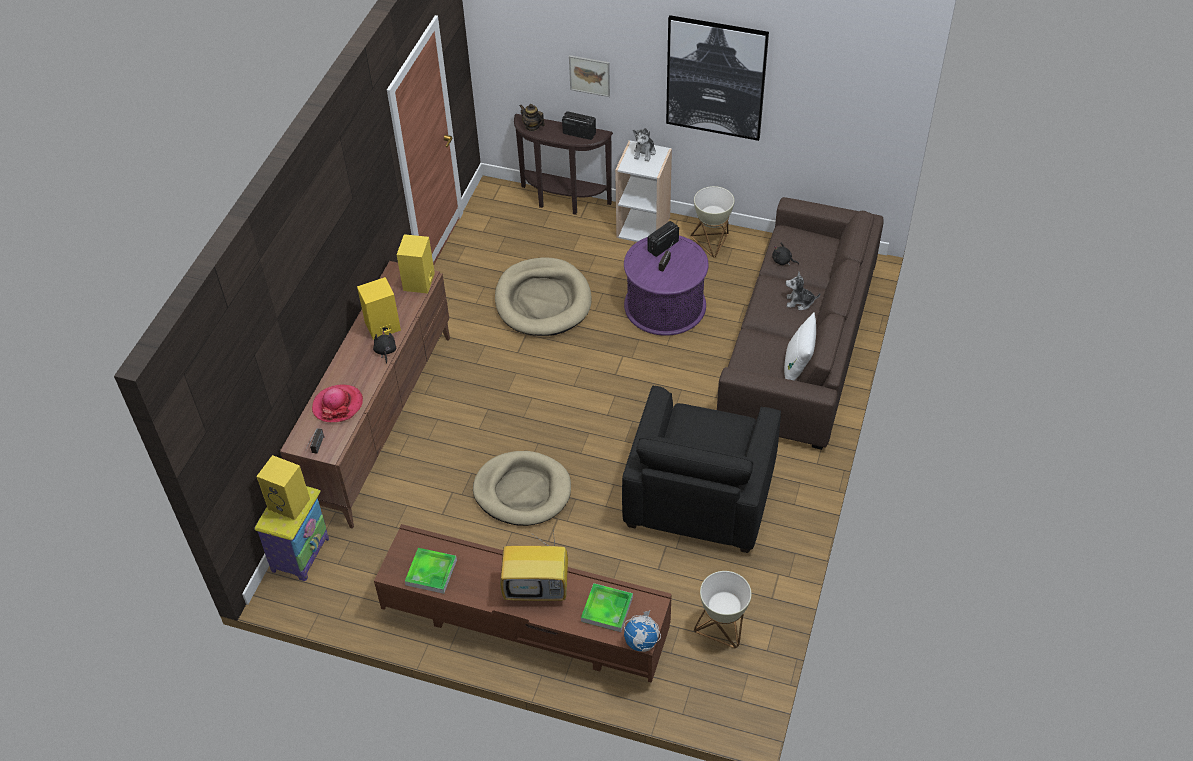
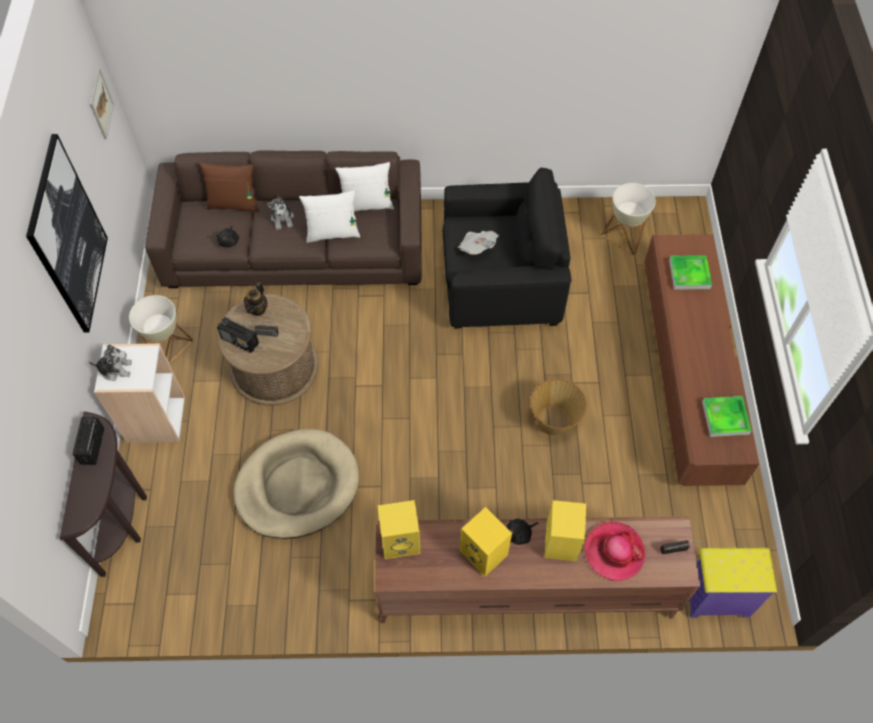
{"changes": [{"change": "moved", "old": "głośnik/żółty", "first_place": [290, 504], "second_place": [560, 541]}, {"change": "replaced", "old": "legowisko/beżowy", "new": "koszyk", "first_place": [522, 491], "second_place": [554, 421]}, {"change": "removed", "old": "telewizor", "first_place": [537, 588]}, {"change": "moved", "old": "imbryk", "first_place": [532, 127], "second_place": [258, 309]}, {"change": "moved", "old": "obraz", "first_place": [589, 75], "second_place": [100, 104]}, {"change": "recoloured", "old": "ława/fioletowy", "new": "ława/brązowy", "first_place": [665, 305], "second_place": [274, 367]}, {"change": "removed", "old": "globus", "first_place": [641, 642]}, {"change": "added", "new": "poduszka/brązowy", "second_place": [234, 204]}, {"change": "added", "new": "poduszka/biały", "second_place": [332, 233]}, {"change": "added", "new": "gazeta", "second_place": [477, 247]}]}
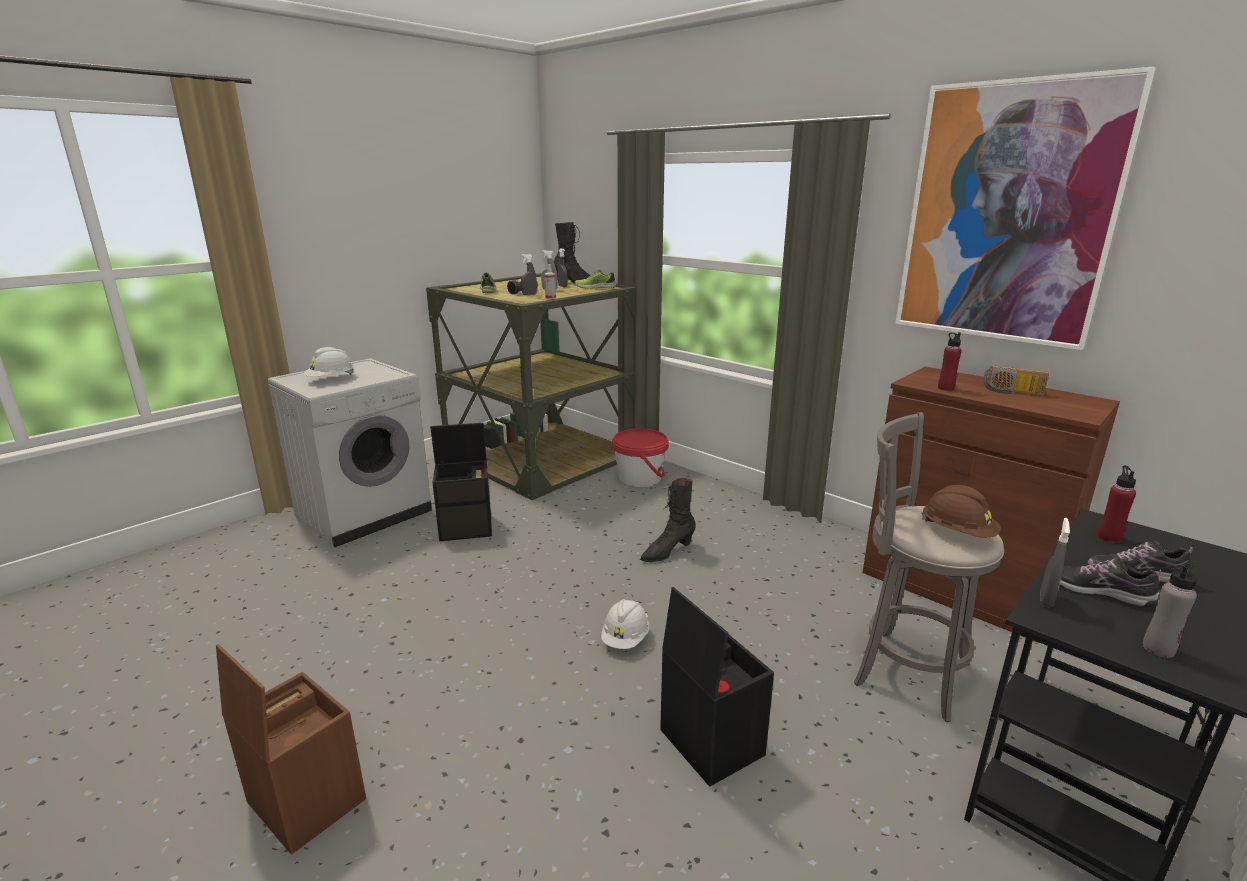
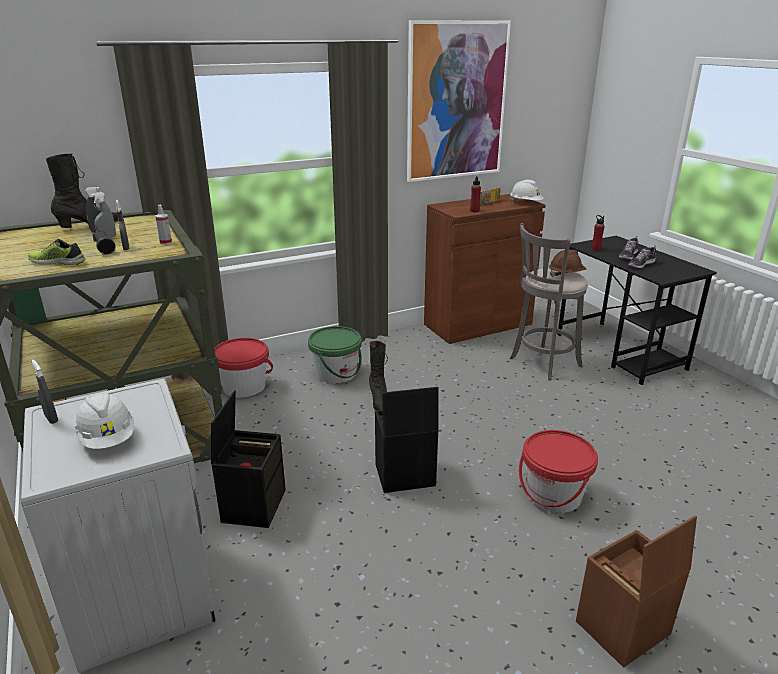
{"changes": [{"change": "removed", "old": "but", "first_place": [595, 287]}, {"change": "moved", "old": "kask/biały", "first_place": [625, 639], "second_place": [526, 203]}, {"change": "moved", "old": "pojemnik do przechowywania/czarny", "first_place": [709, 742], "second_place": [404, 476]}, {"change": "moved", "old": "spryskiwacz/szary", "first_place": [1046, 600], "second_place": [51, 418]}, {"change": "removed", "old": "butelka/szary", "first_place": [1158, 649]}, {"change": "added", "new": "wiadro/zielony", "second_place": [336, 373]}, {"change": "added", "new": "wiadro/czerwony", "second_place": [553, 494]}]}
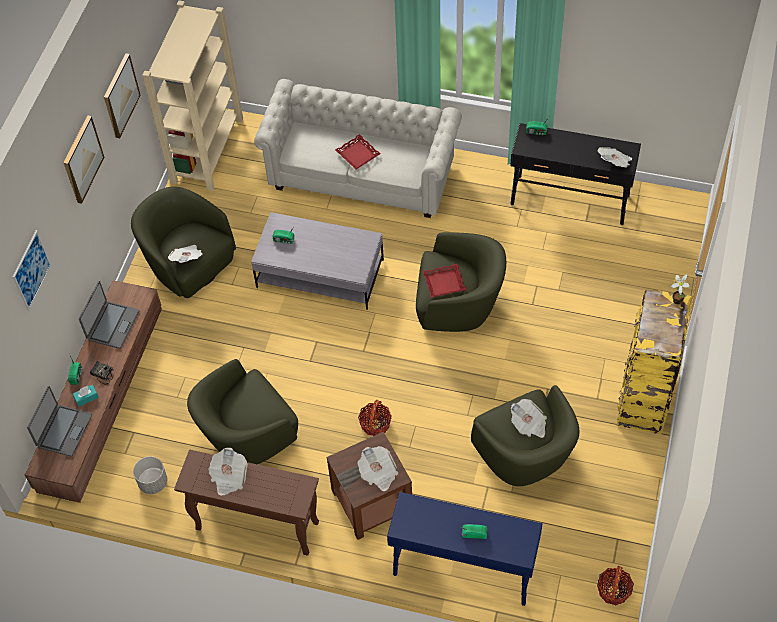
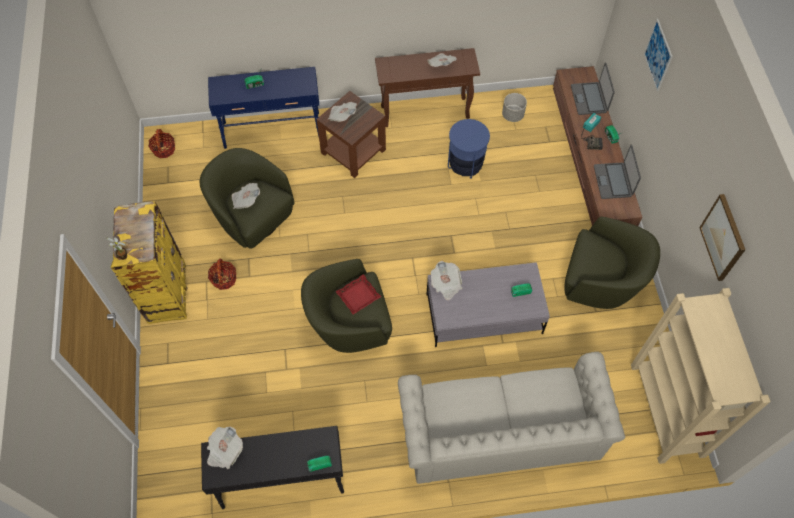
{"changes": [{"change": "removed", "old": "obraz", "first_place": [82, 159]}, {"change": "moved", "old": "gazeta", "first_place": [187, 259], "second_place": [446, 284]}, {"change": "replaced", "old": "fotel/zielony", "new": "stolik/niebieski", "first_place": [247, 436], "second_place": [465, 165]}, {"change": "removed", "old": "taca/czerwony", "first_place": [358, 154]}, {"change": "moved", "old": "koszyk", "first_place": [375, 424], "second_place": [224, 279]}]}
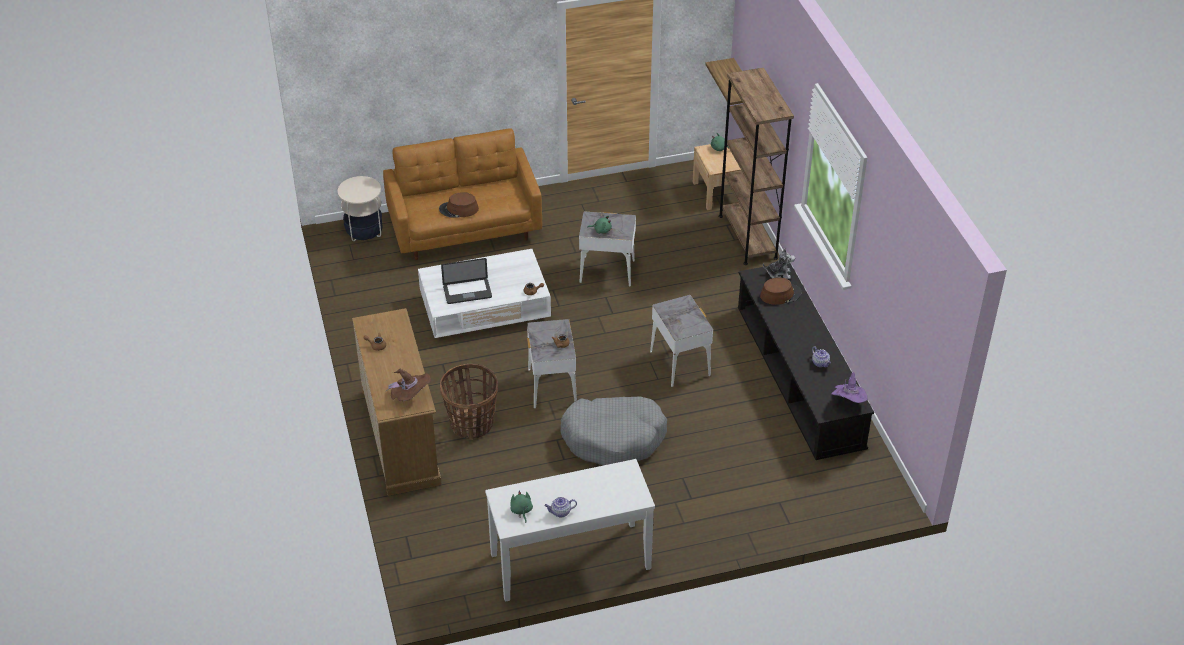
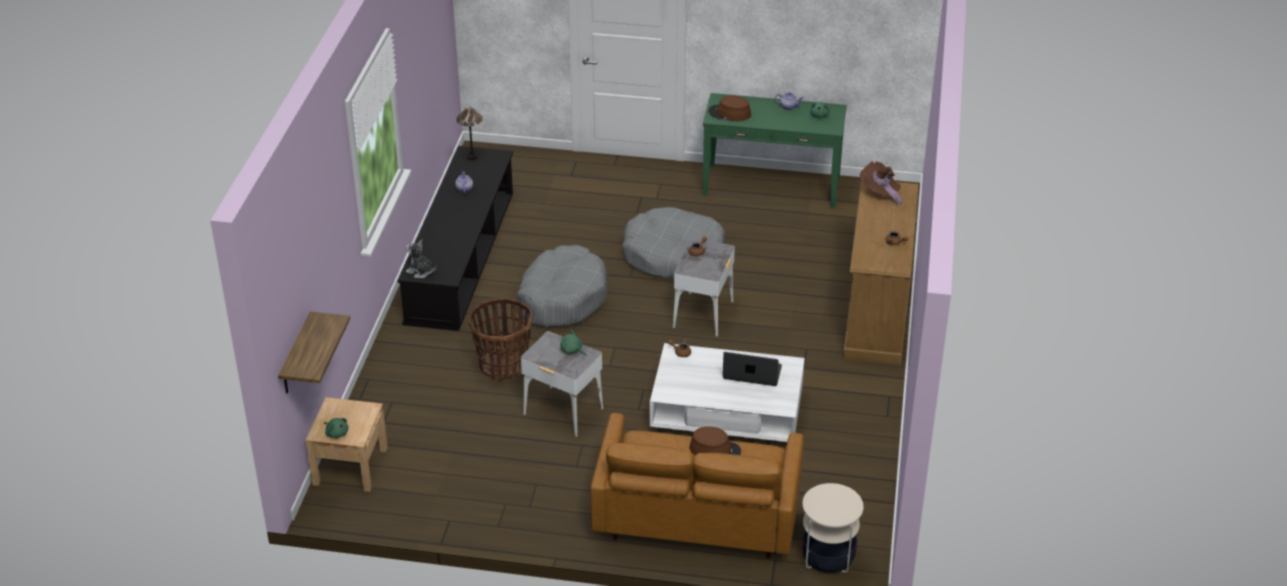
{"changes": [{"change": "moved", "old": "koszyk", "first_place": [472, 424], "second_place": [503, 365]}, {"change": "recoloured", "old": "stolik konsolowy/biały", "new": "stolik konsolowy/zielony", "first_place": [570, 561], "second_place": [771, 185]}, {"change": "replaced", "old": "stolik", "new": "legowisko/szary", "first_place": [680, 362], "second_place": [562, 298]}, {"change": "removed", "old": "regał/brązowy", "first_place": [747, 237]}, {"change": "moved", "old": "kapelusz/brązowy", "first_place": [780, 294], "second_place": [729, 113]}, {"change": "replaced", "old": "kapelusz/fioletowy", "new": "lampa stołowa", "first_place": [848, 402], "second_place": [472, 156]}]}
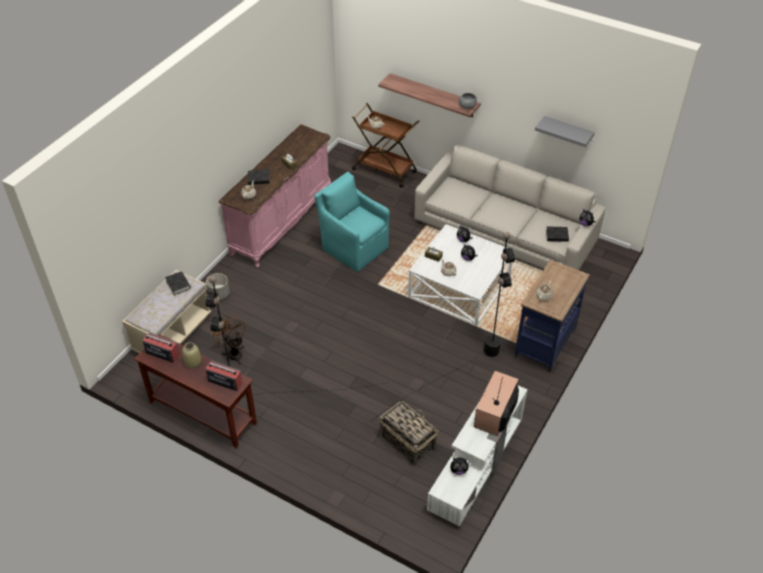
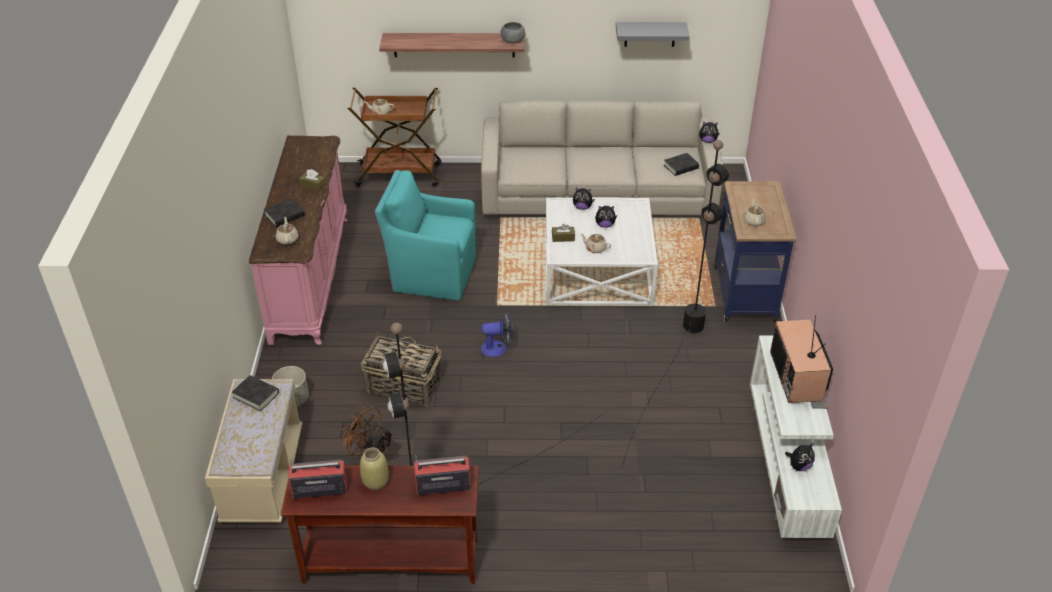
{"changes": [{"change": "moved", "old": "koszyk", "first_place": [407, 441], "second_place": [403, 385]}, {"change": "added", "new": "wentylator", "second_place": [498, 348]}]}
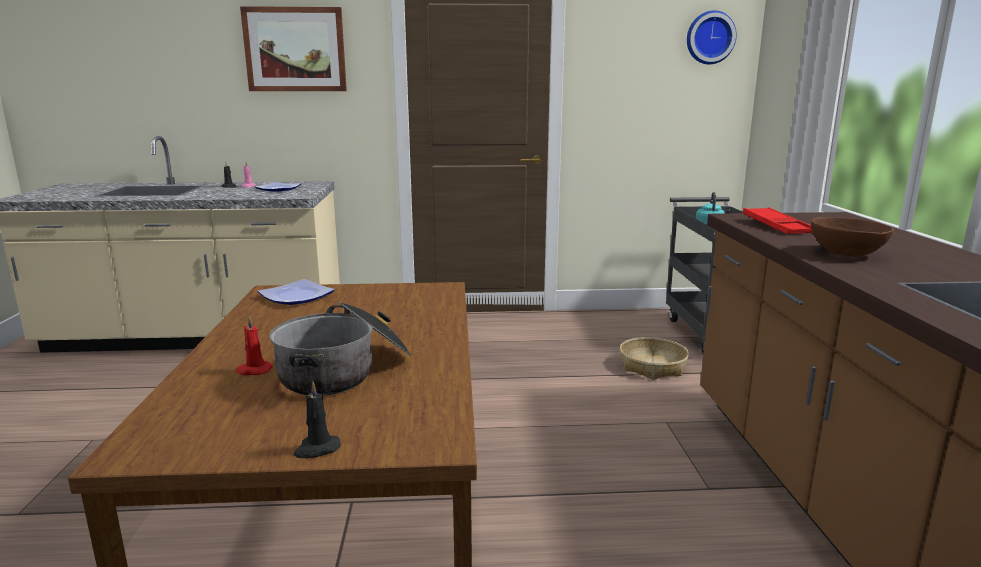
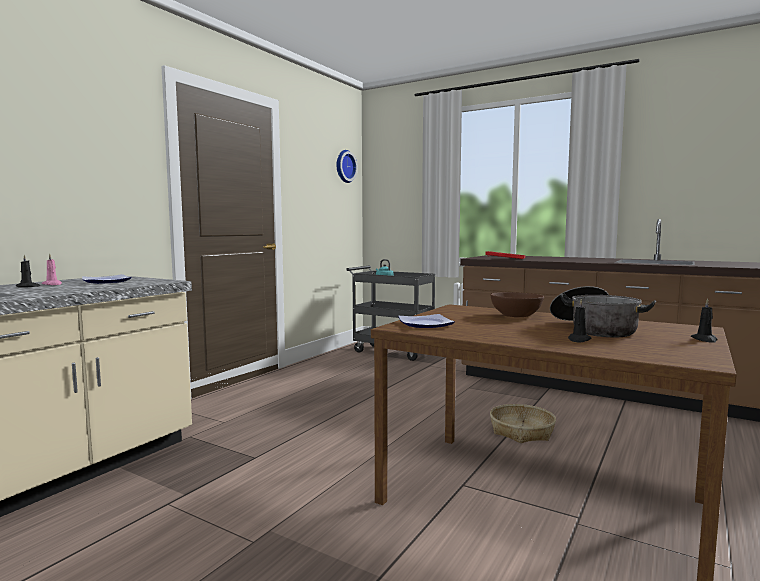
{"changes": [{"change": "recoloured", "old": "świeca/czerwony", "new": "świeca/czarny", "first_place": [253, 370], "second_place": [578, 340]}, {"change": "removed", "old": "obraz", "first_place": [295, 50]}, {"change": "moved", "old": "koszyk", "first_place": [652, 367], "second_place": [521, 432]}, {"change": "moved", "old": "miska/brązowy", "first_place": [846, 253], "second_place": [516, 316]}]}
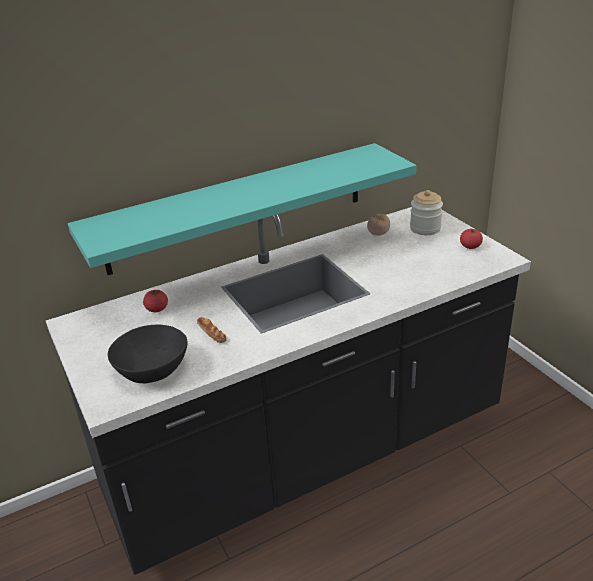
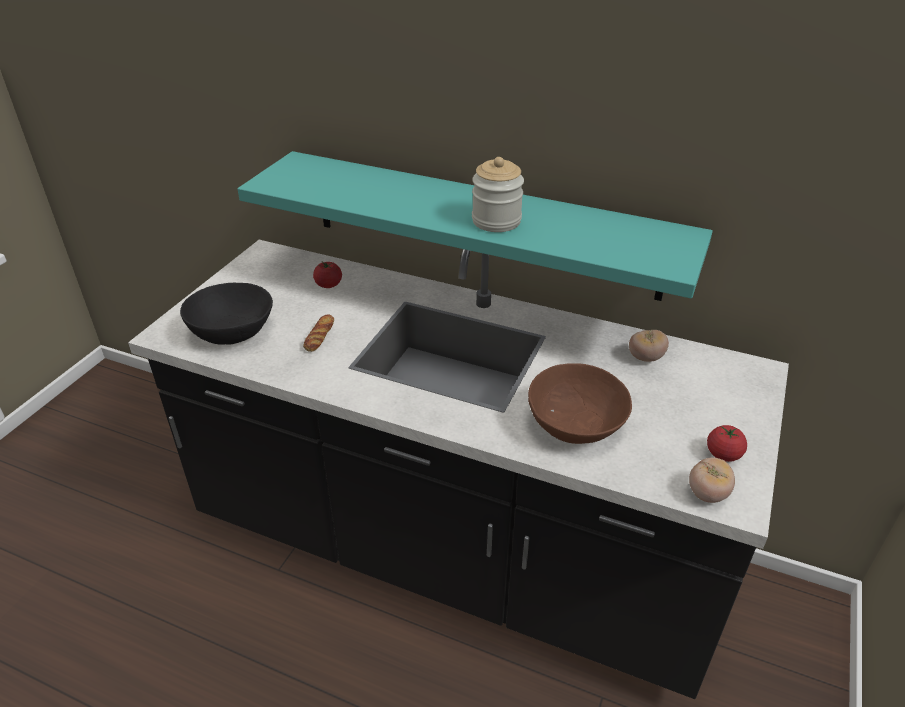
{"changes": [{"change": "moved", "old": "słoik", "first_place": [425, 228], "second_place": [496, 221]}, {"change": "added", "new": "miska/brązowy", "second_place": [576, 425]}, {"change": "added", "new": "pomidor", "second_place": [707, 493]}]}
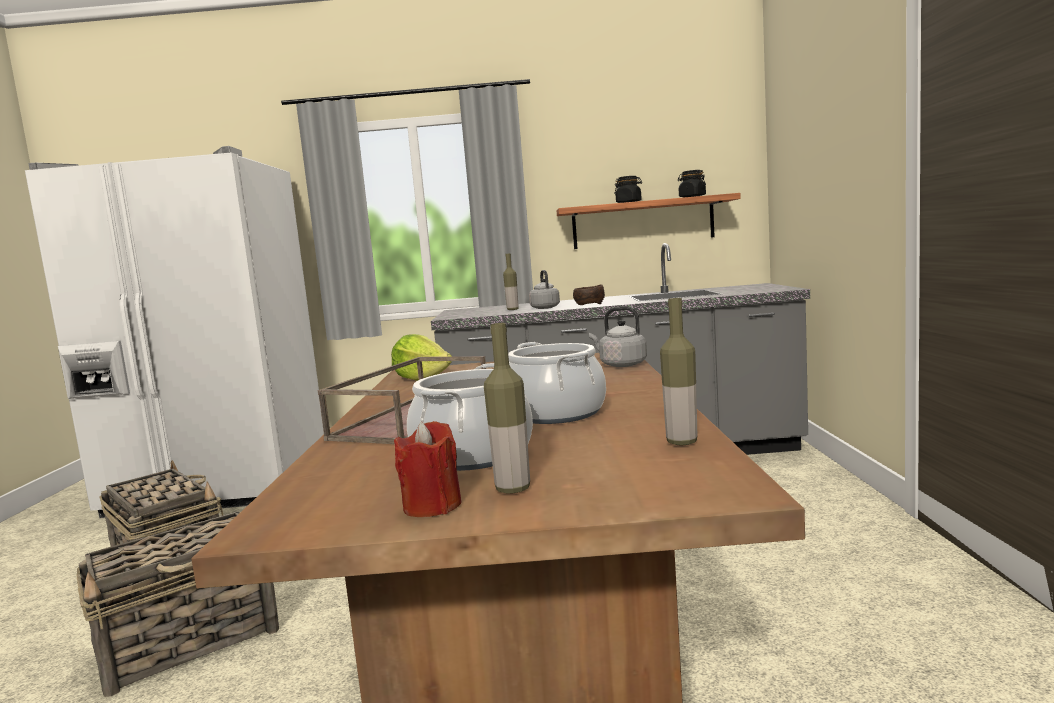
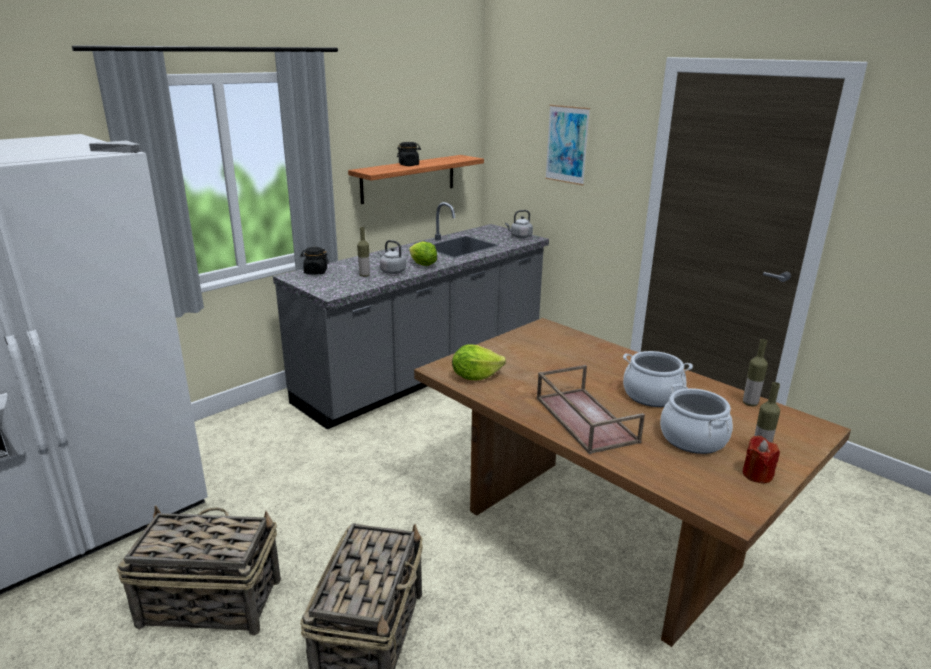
{"changes": [{"change": "replaced", "old": "miska/brązowy", "new": "sałata", "first_place": [588, 304], "second_place": [422, 265]}, {"change": "moved", "old": "czajnik/szary", "first_place": [620, 364], "second_place": [520, 237]}, {"change": "moved", "old": "słoik/czarny", "first_place": [692, 197], "second_place": [315, 272]}, {"change": "added", "new": "obraz", "second_place": [567, 144]}]}
